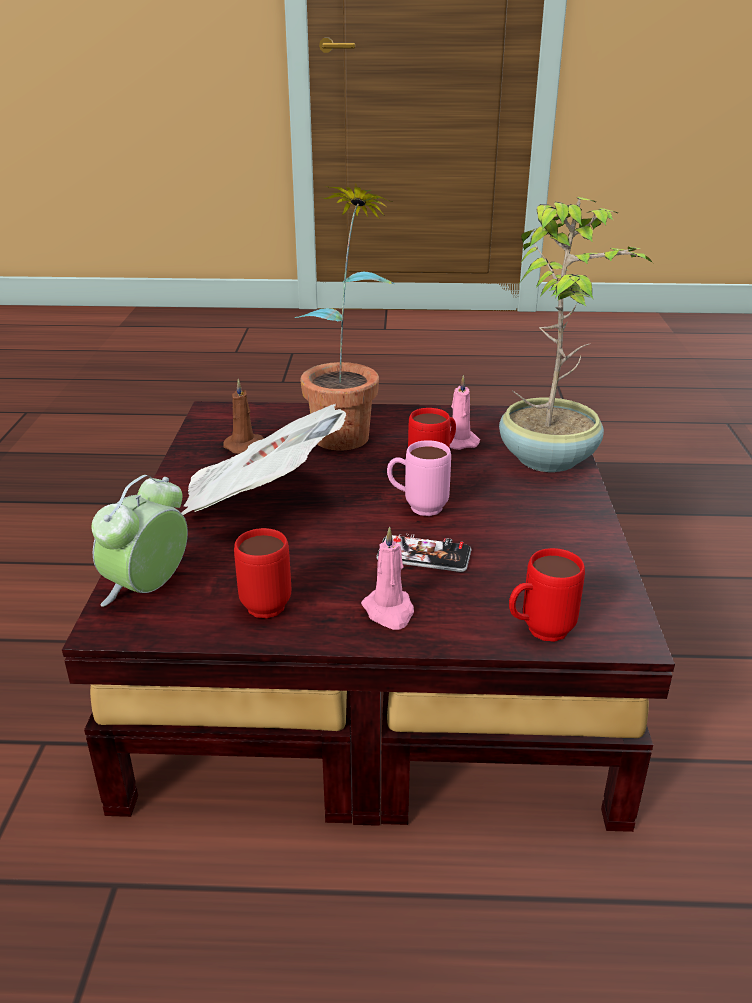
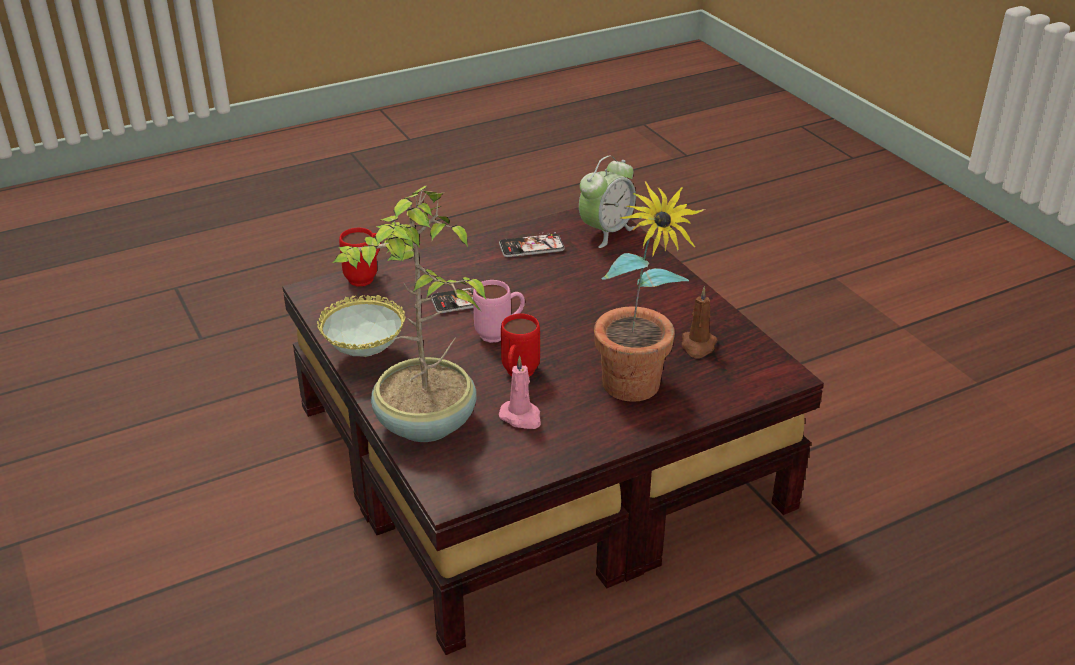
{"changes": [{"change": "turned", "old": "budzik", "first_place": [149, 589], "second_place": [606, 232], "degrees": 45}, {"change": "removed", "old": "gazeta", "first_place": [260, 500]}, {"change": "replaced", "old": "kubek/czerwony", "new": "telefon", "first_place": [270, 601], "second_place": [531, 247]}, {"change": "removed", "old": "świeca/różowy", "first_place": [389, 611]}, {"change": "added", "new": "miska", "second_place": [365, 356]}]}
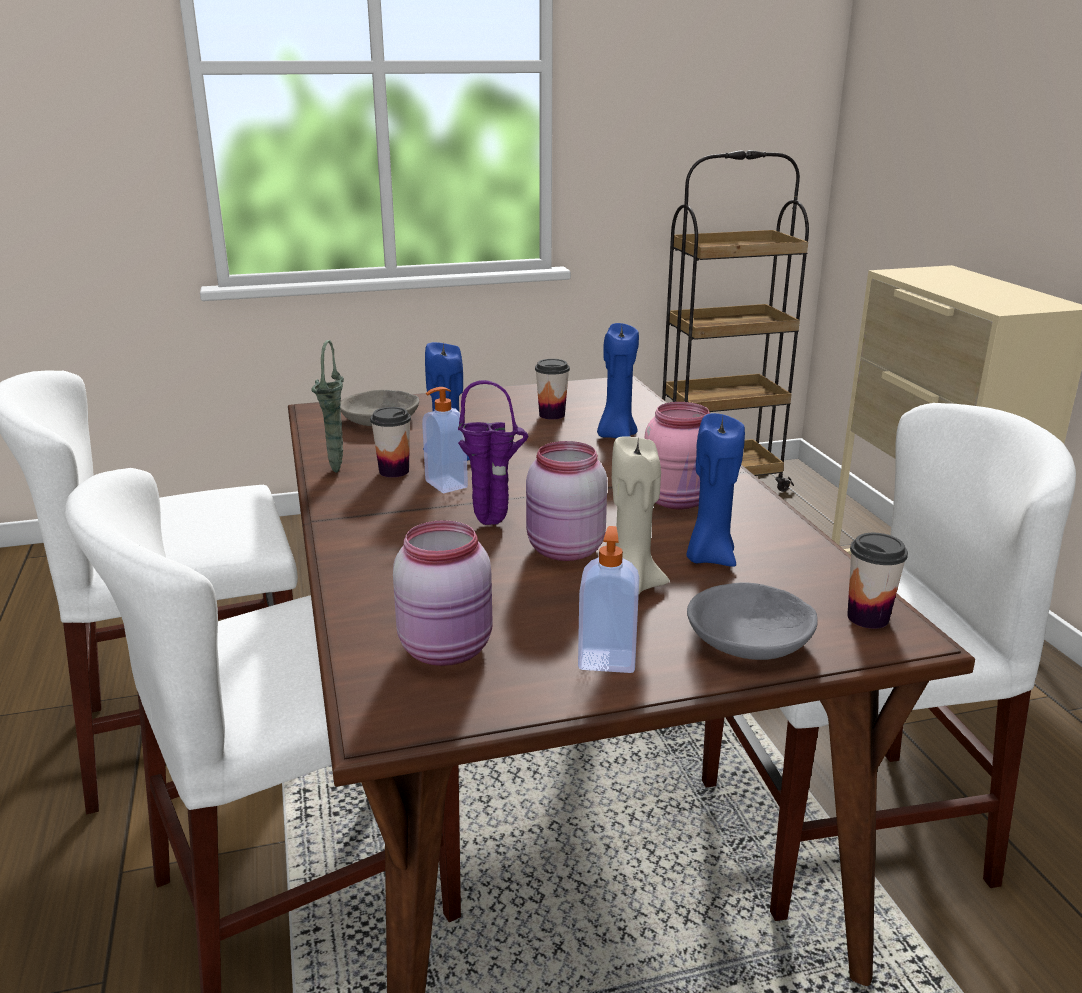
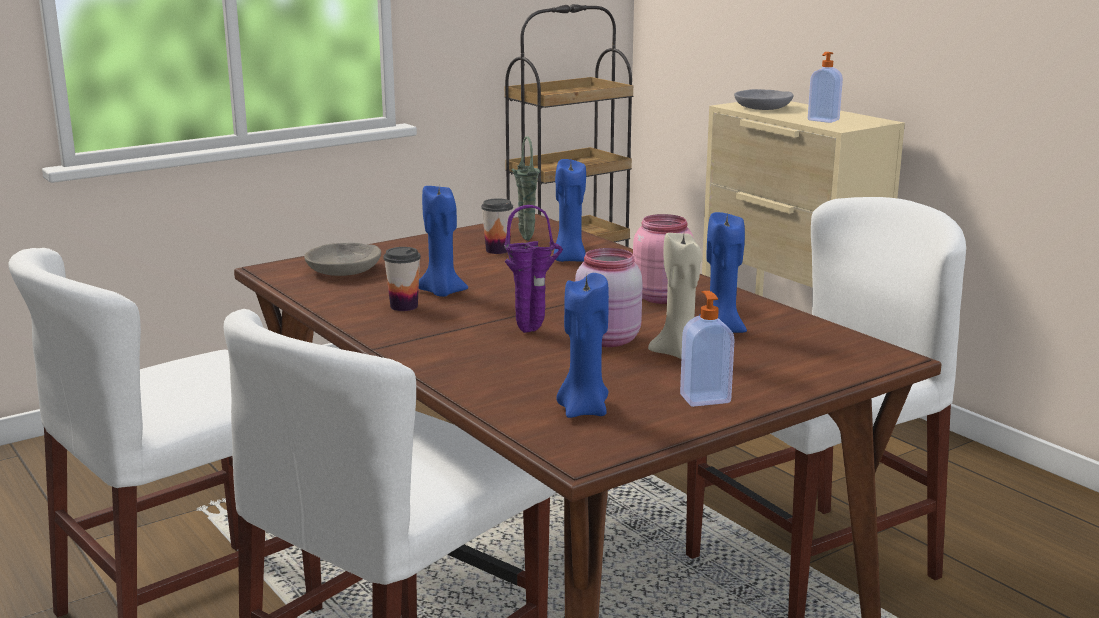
{"changes": [{"change": "moved", "old": "wazon/zielony", "first_place": [337, 469], "second_place": [525, 238]}, {"change": "replaced", "old": "słoik/różowy", "new": "świeca/niebieski", "first_place": [449, 649], "second_place": [583, 410]}, {"change": "moved", "old": "dozownik mydła", "first_place": [445, 485], "second_place": [822, 120]}, {"change": "moved", "old": "miska/szary", "first_place": [751, 638], "second_place": [764, 107]}, {"change": "removed", "old": "filiżanka", "first_place": [868, 618]}]}
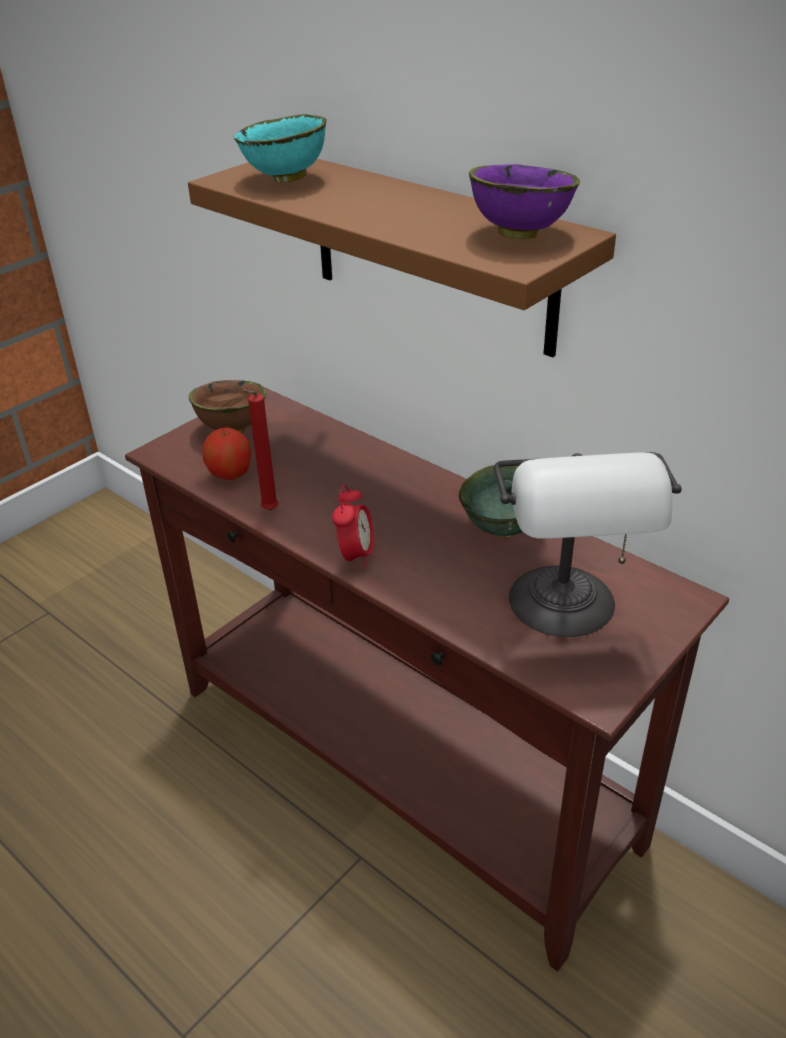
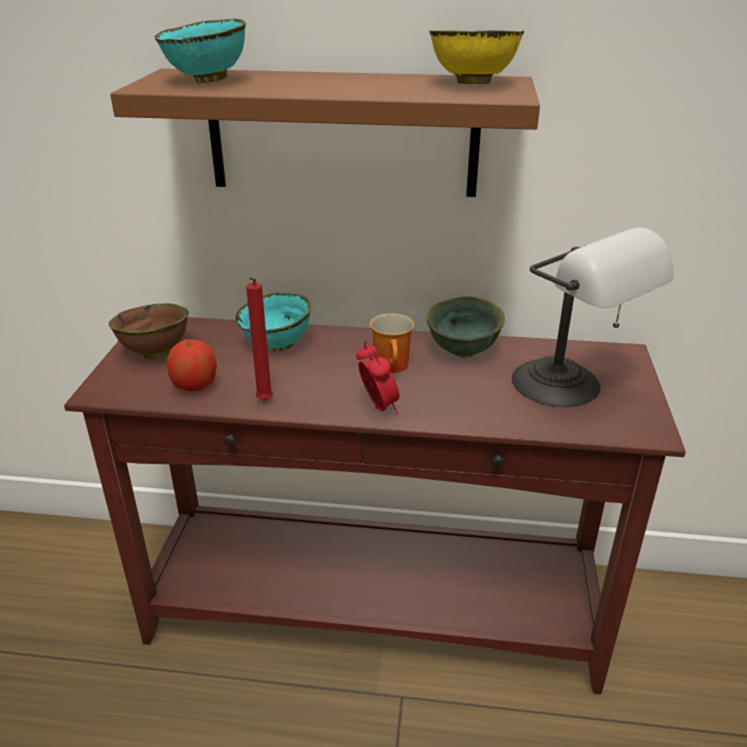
{"changes": [{"change": "recoloured", "old": "miska/fioletowy", "new": "miska/żółty", "first_place": [517, 234], "second_place": [471, 84]}, {"change": "added", "new": "miska/turkusowy", "second_place": [278, 346]}, {"change": "added", "new": "kubek", "second_place": [394, 366]}]}
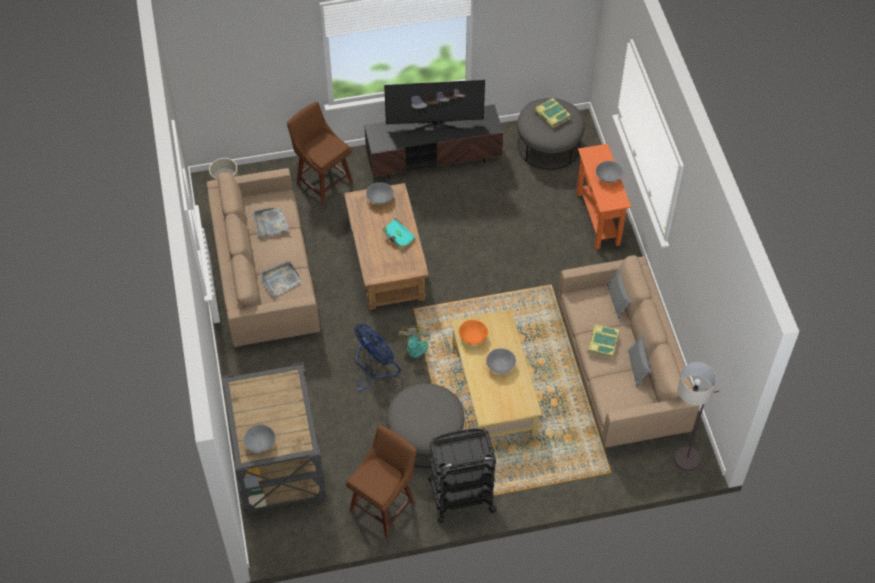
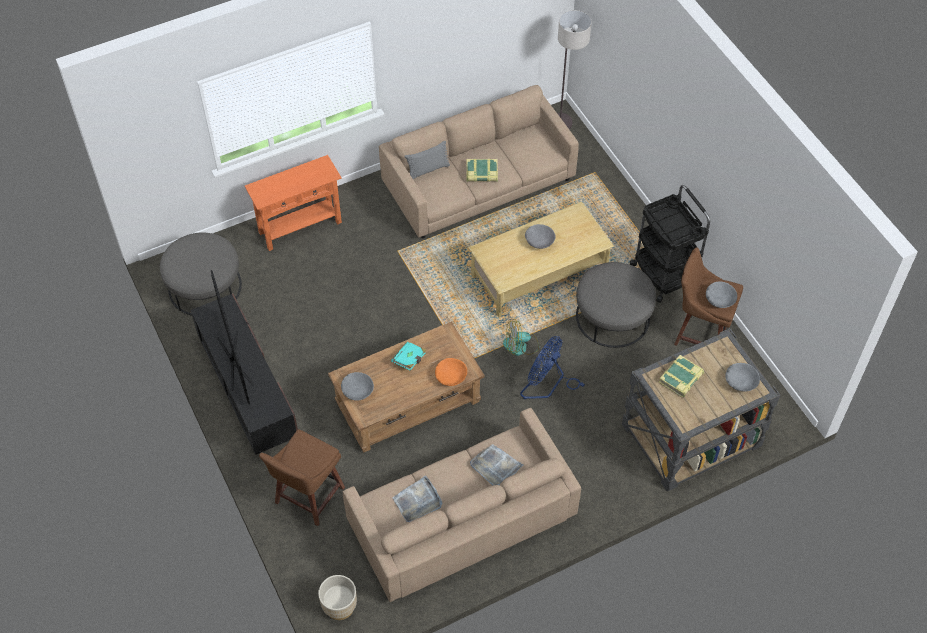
{"changes": [{"change": "moved", "old": "miska/pomarańczowy", "first_place": [473, 337], "second_place": [451, 377]}, {"change": "moved", "old": "książka", "first_place": [552, 115], "second_place": [681, 378]}, {"change": "moved", "old": "miska/szary", "first_place": [608, 177], "second_place": [719, 300]}, {"change": "removed", "old": "poduszka/szary", "first_place": [637, 368]}]}
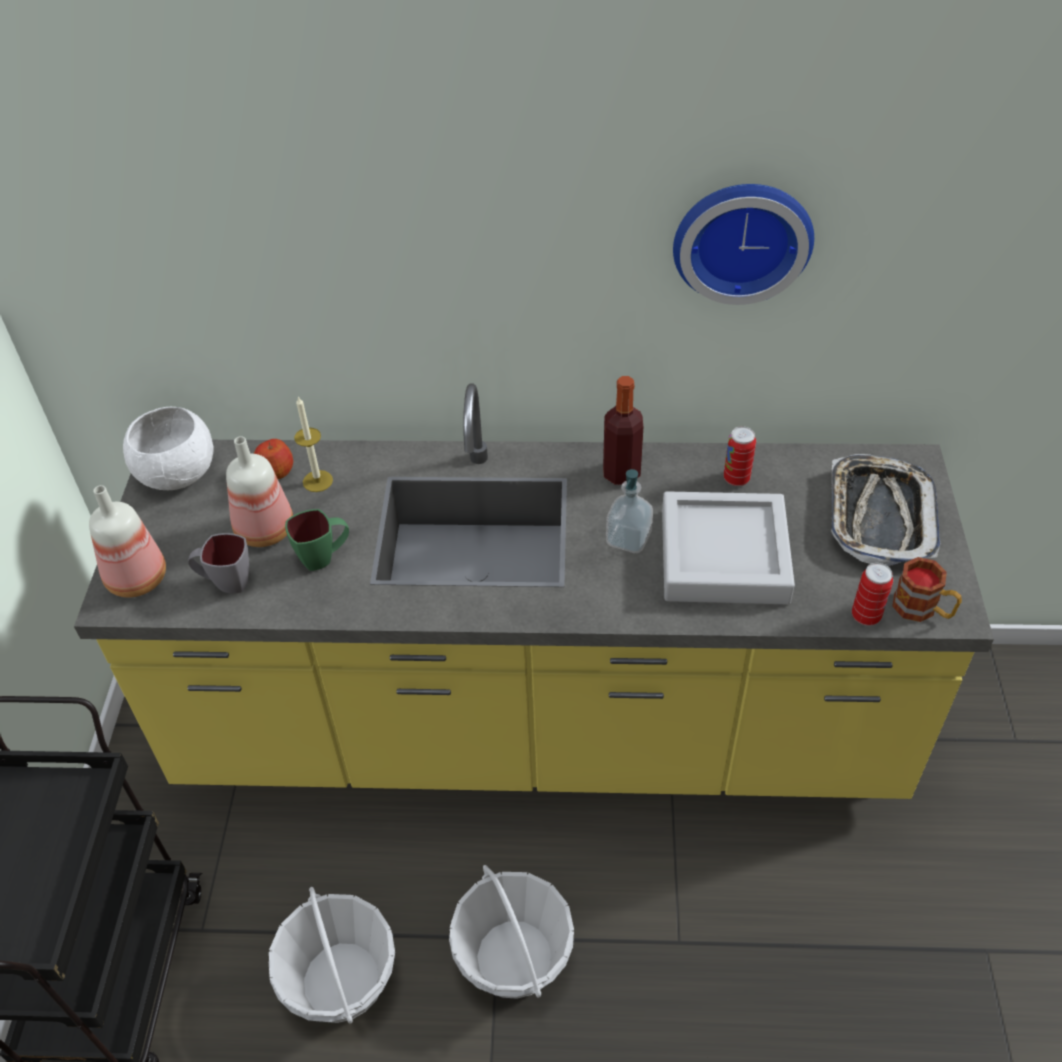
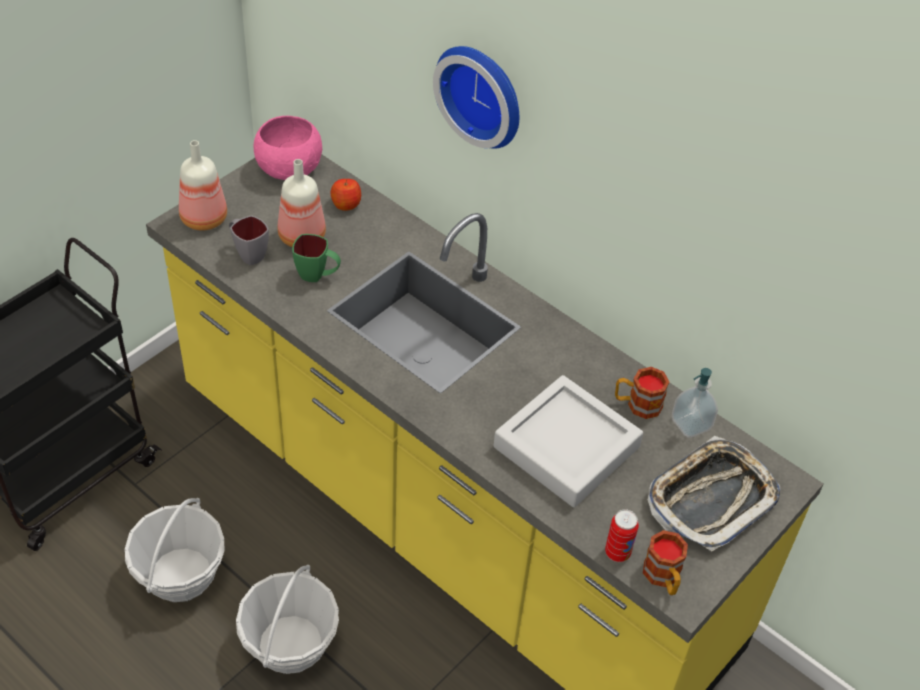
{"changes": [{"change": "recoloured", "old": "miska/biały", "new": "miska/różowy", "first_place": [178, 472], "second_place": [290, 168]}, {"change": "removed", "old": "świeca", "first_place": [317, 481]}, {"change": "removed", "old": "butelka", "first_place": [621, 473]}, {"change": "moved", "old": "dozownik mydła", "first_place": [628, 539], "second_place": [691, 424]}, {"change": "moved", "old": "zegar ścienny", "first_place": [741, 238], "second_place": [483, 93]}, {"change": "replaced", "old": "puszka", "new": "kubek", "first_place": [736, 478], "second_place": [637, 404]}]}
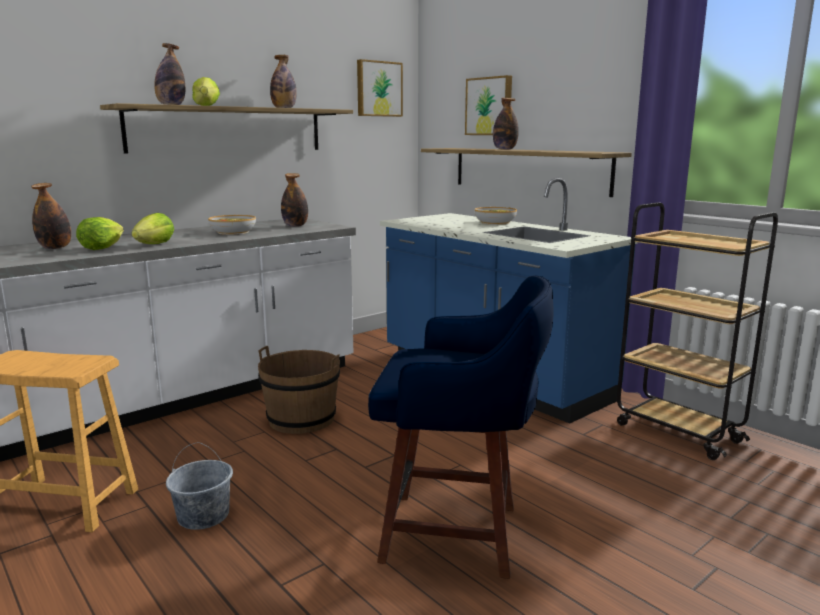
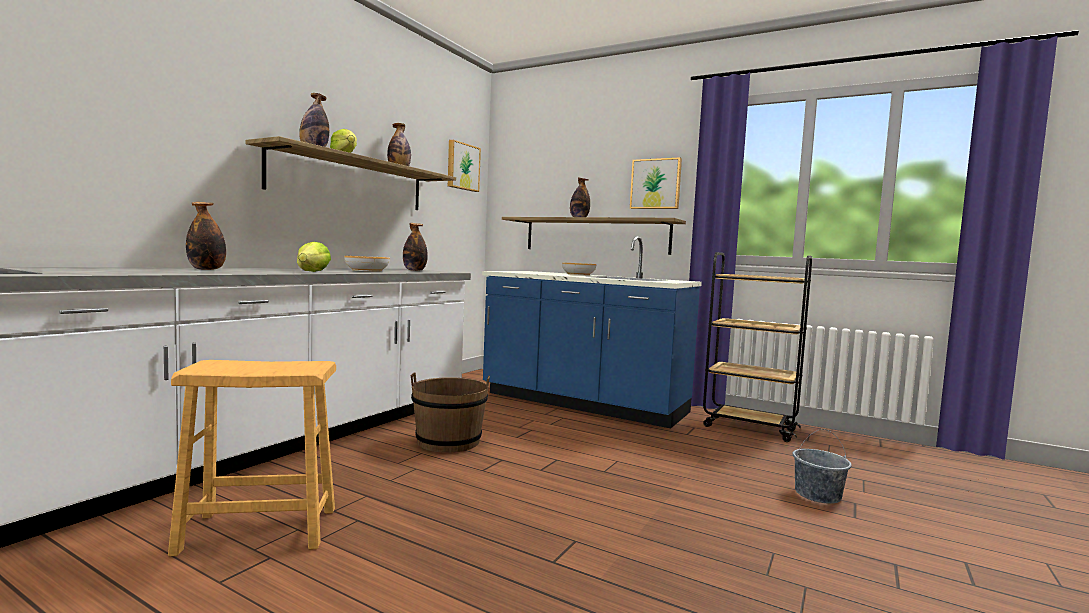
{"changes": [{"change": "removed", "old": "sałata", "first_place": [101, 248]}, {"change": "moved", "old": "wiadro/szary", "first_place": [203, 515], "second_place": [817, 494]}, {"change": "removed", "old": "stołek/niebieski", "first_place": [457, 535]}, {"change": "moved", "old": "obraz", "first_place": [489, 106], "second_place": [656, 184]}]}
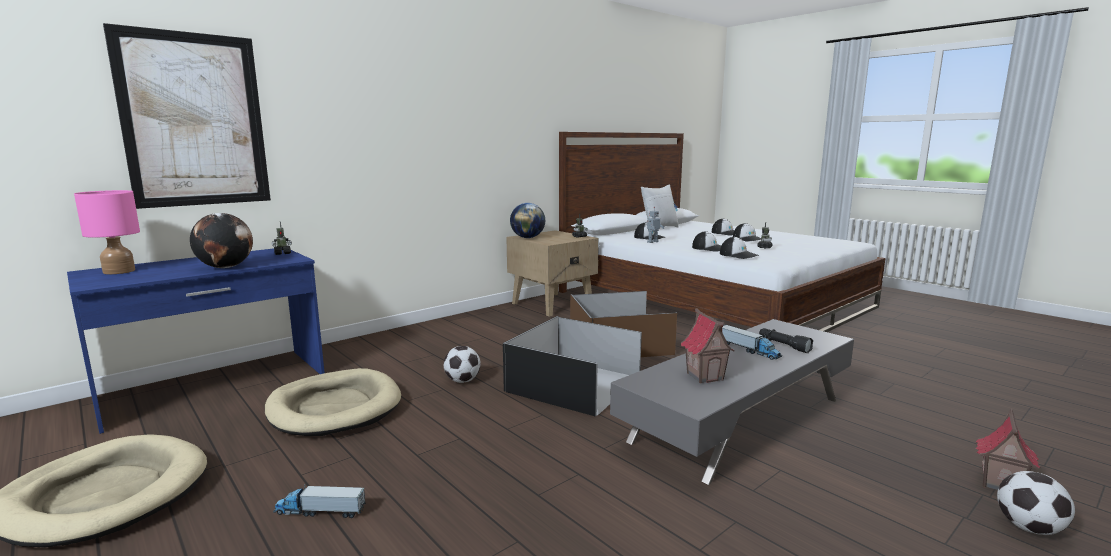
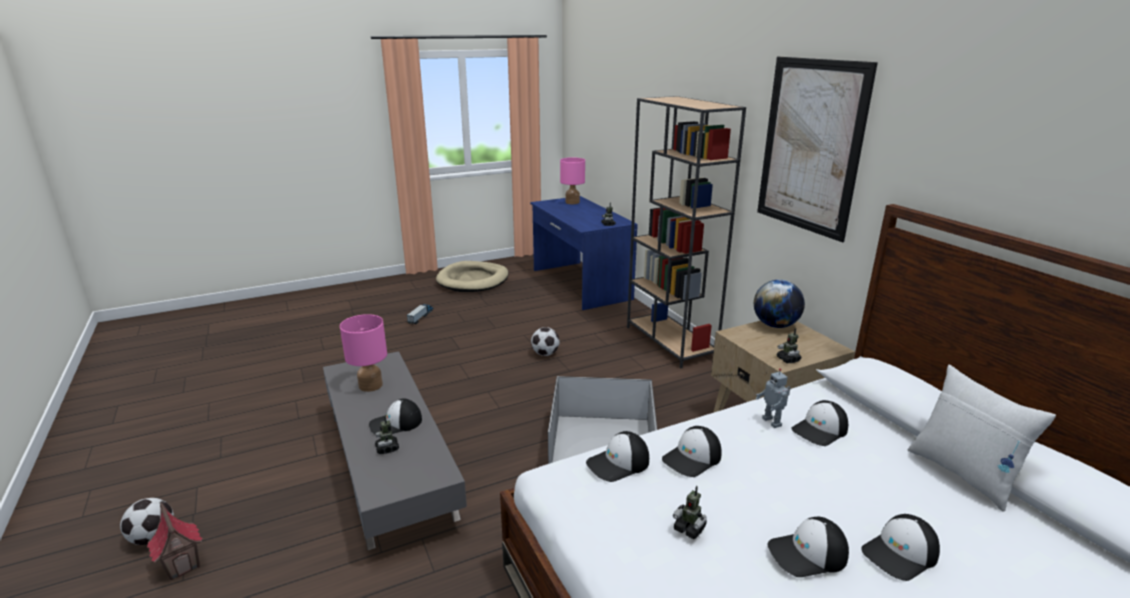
{"changes": [{"change": "moved", "old": "obraz", "first_place": [195, 120], "second_place": [810, 146]}, {"change": "removed", "old": "globus", "first_place": [225, 267]}, {"change": "removed", "old": "legowisko/beżowy", "first_place": [335, 407]}, {"change": "removed", "old": "pojemnik do przechowywania/czarny", "first_place": [573, 385]}, {"change": "replaced", "old": "domek", "new": "lampa stołowa/różowy", "first_place": [705, 376], "second_place": [370, 386]}, {"change": "replaced", "old": "ciężarówka zabawkowa", "new": "czapka z daszkiem", "first_place": [748, 350], "second_place": [395, 423]}, {"change": "replaced", "old": "latarka/czarny", "new": "robot zabawkowy", "first_place": [783, 345], "second_place": [387, 448]}, {"change": "added", "new": "regał", "second_place": [671, 342]}]}
